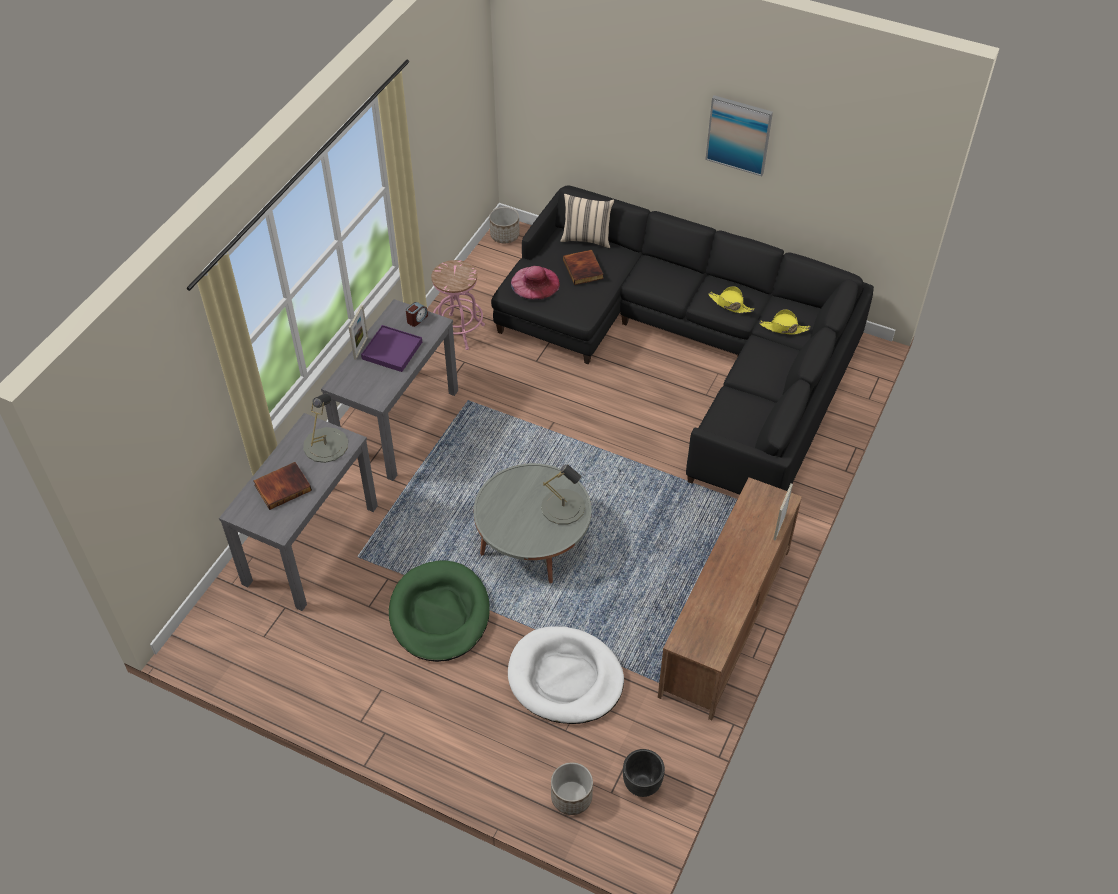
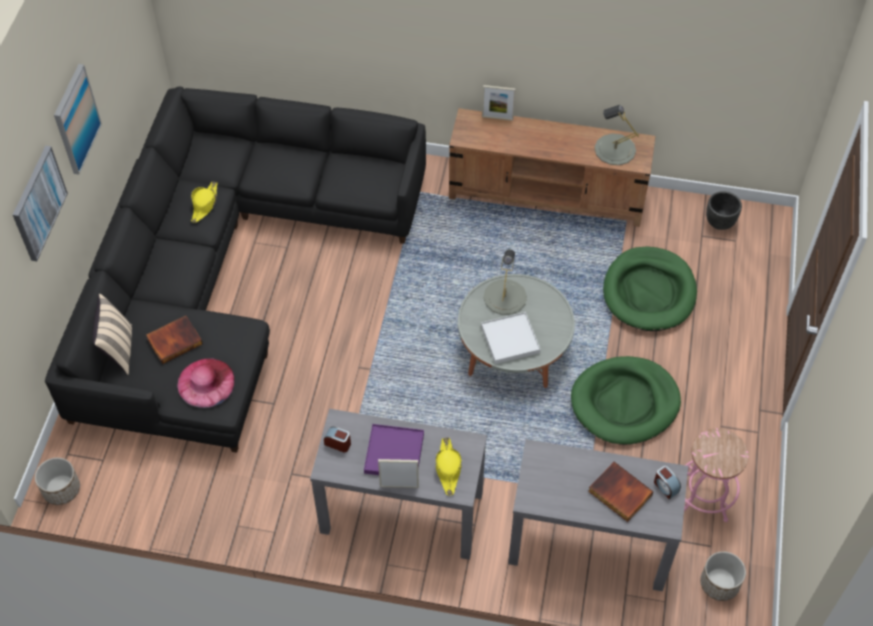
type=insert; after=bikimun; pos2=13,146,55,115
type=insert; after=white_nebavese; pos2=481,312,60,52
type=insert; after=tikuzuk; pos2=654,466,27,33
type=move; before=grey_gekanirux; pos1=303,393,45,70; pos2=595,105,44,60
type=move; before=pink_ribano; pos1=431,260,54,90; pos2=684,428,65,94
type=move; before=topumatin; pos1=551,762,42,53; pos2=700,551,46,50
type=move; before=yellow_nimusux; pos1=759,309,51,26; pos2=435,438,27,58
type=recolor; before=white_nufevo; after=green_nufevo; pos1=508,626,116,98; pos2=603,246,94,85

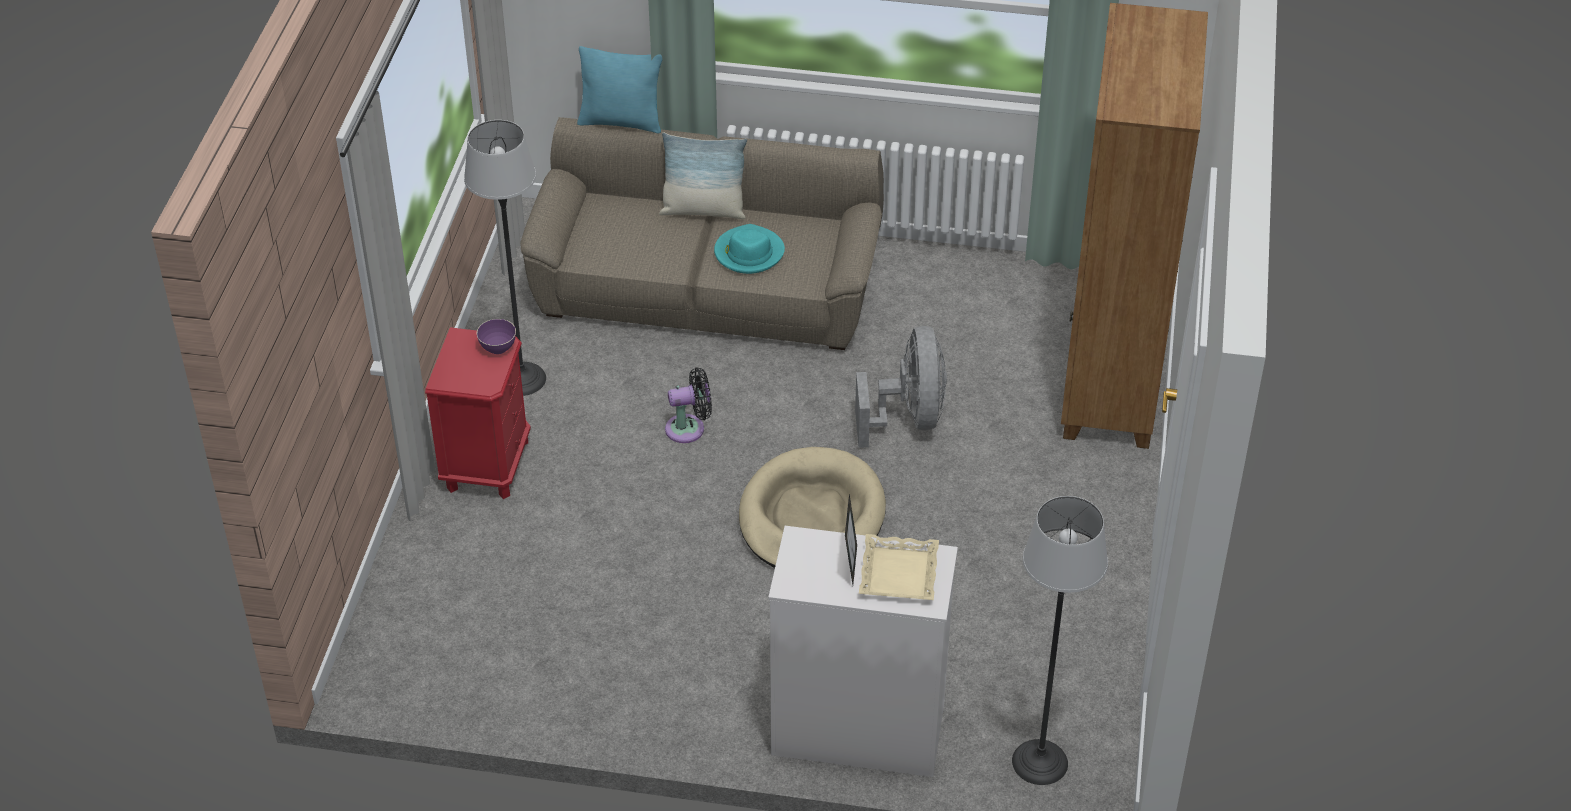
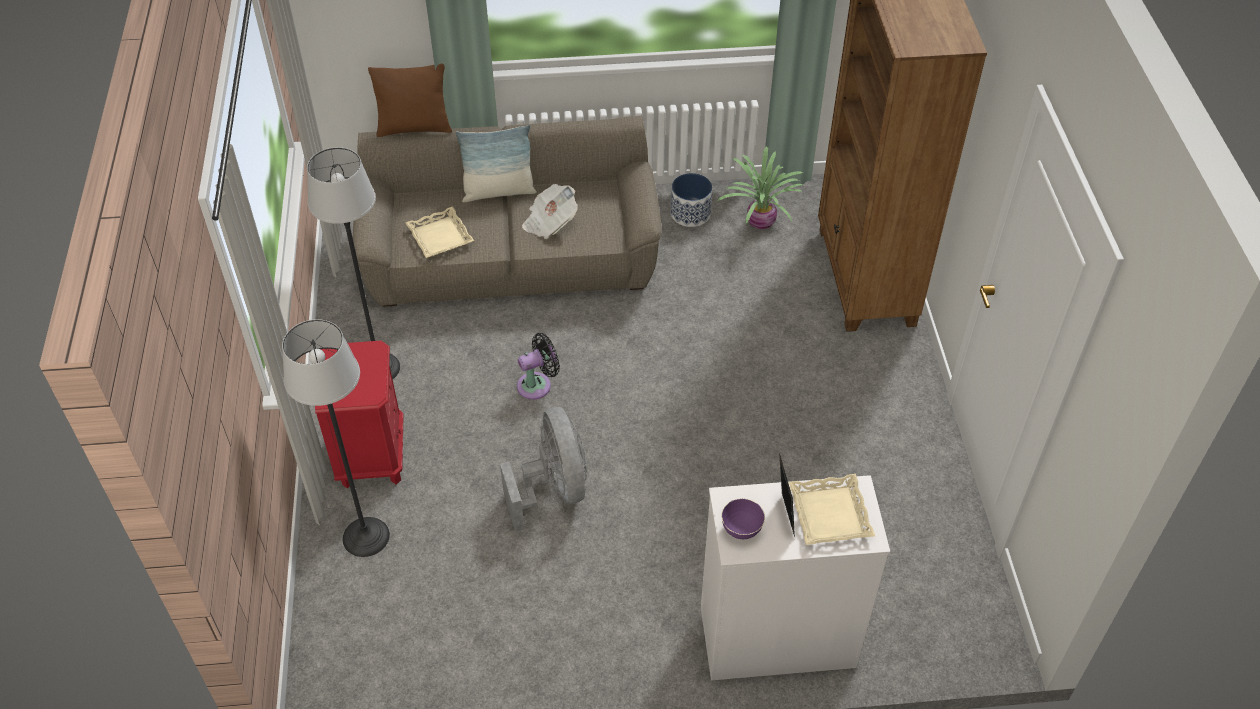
type=delete; before=beige_nufevo; pos1=739,447,147,121
type=insert; after=beige_nebavese; pos2=405,206,69,52
type=insert; after=topumatin; pos2=671,173,41,54
type=insert; after=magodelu; pos2=716,146,87,83
type=move; before=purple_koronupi; pos1=477,319,39,35; pos2=721,498,44,41
type=move; before=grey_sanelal; pos1=855,326,92,122; pos2=500,407,87,125
type=move; before=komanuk; pos1=1012,496,96,289; pos2=282,319,108,238
type=replace; before=turquoise_nimusux; after=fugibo; pos1=714,224,71,50; pos2=522,184,56,55
type=recolor; before=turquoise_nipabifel; after=brown_nipabifel; pos1=577,46,85,88; pos2=368,63,84,74

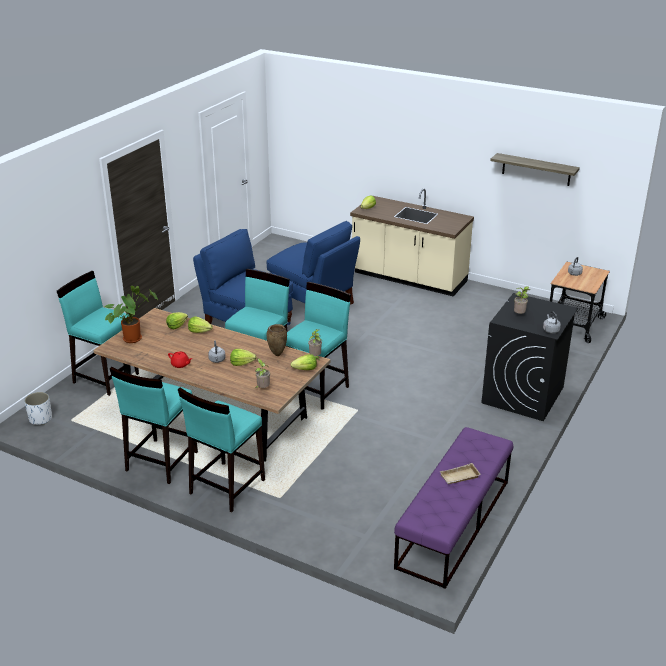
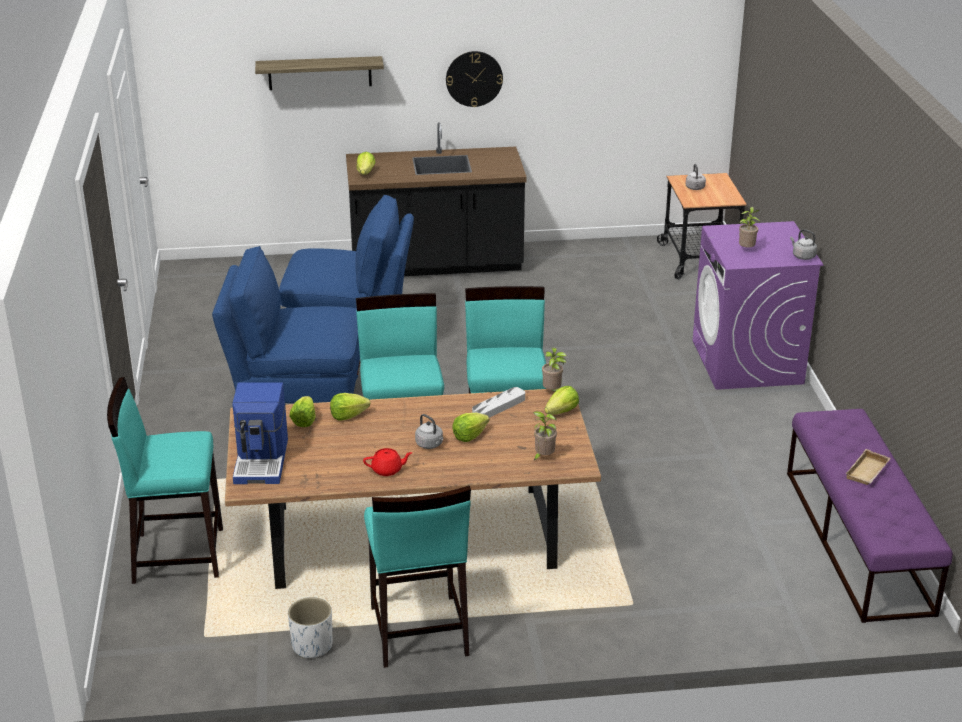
type=delete; before=turquoise_ribano; pos1=178,388,87,124
type=insert; after=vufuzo; pos2=446,51,57,56
type=move; before=white_topumatin; pos1=24,392,28,33; pos2=288,597,44,62
type=move; before=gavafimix; pos1=490,153,90,33; pos2=255,56,129,34
type=replace; before=magodelu; after=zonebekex; pos1=104,286,54,57; pos2=232,382,56,102
type=replace; before=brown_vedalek; after=grey_nebavese; pos1=267,324,20,32; pos2=472,387,53,31
type=recolor; before=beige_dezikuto; after=black_dezikuto; pos1=350,189,124,107; pos2=346,122,181,154
type=recolor; before=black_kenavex; after=purple_kenavex; pos1=481,293,97,128; pos2=692,221,132,169

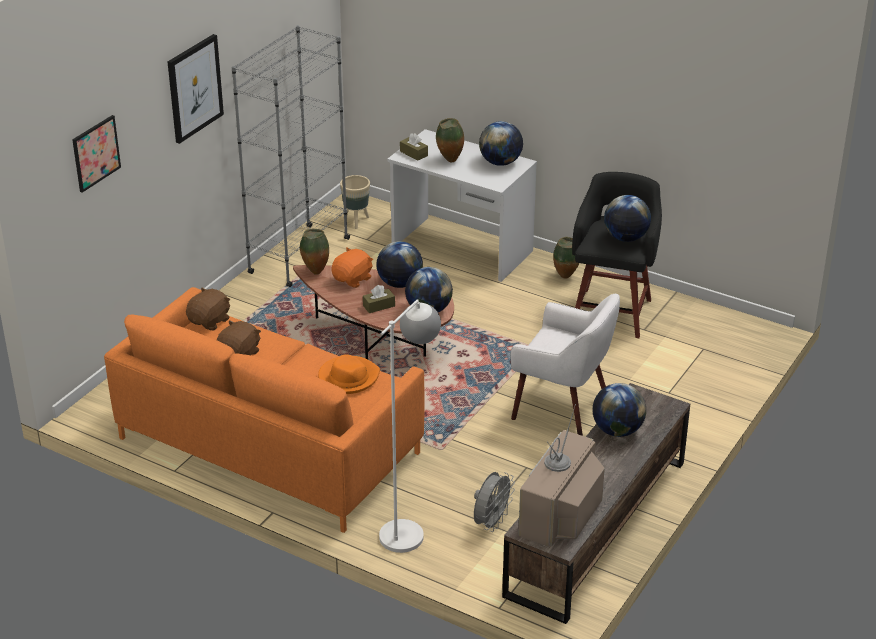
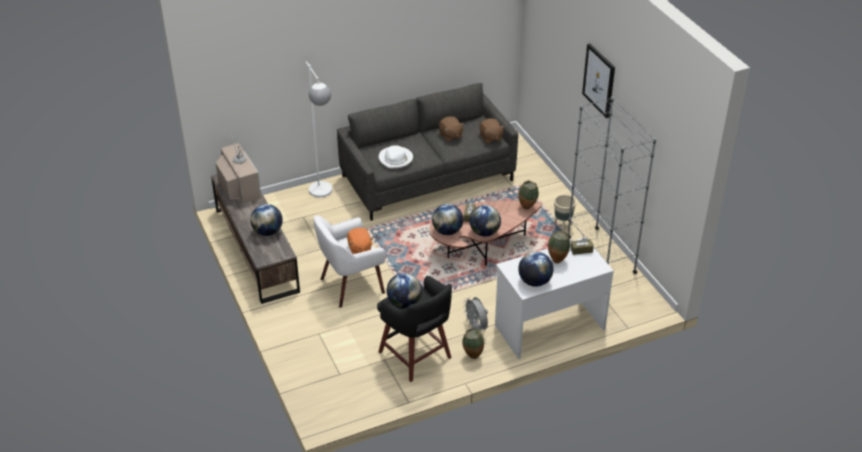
type=delete; before=bikimun; pos1=72,115,49,78
type=move; before=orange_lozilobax; pos1=331,248,42,40; pos2=347,228,26,26
type=move; before=beige_topumatin; pos1=340,175,30,54; pos2=553,195,23,36
type=move; before=grey_sanelal; pos1=474,472,41,60; pos2=463,297,25,34
type=recolor; before=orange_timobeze; after=grey_timobeze; pos1=104,287,320,246; pos2=337,83,181,138
type=recolor; before=orange_nimusux; after=white_nimusux; pos1=318,354,62,40; pos2=379,145,34,24

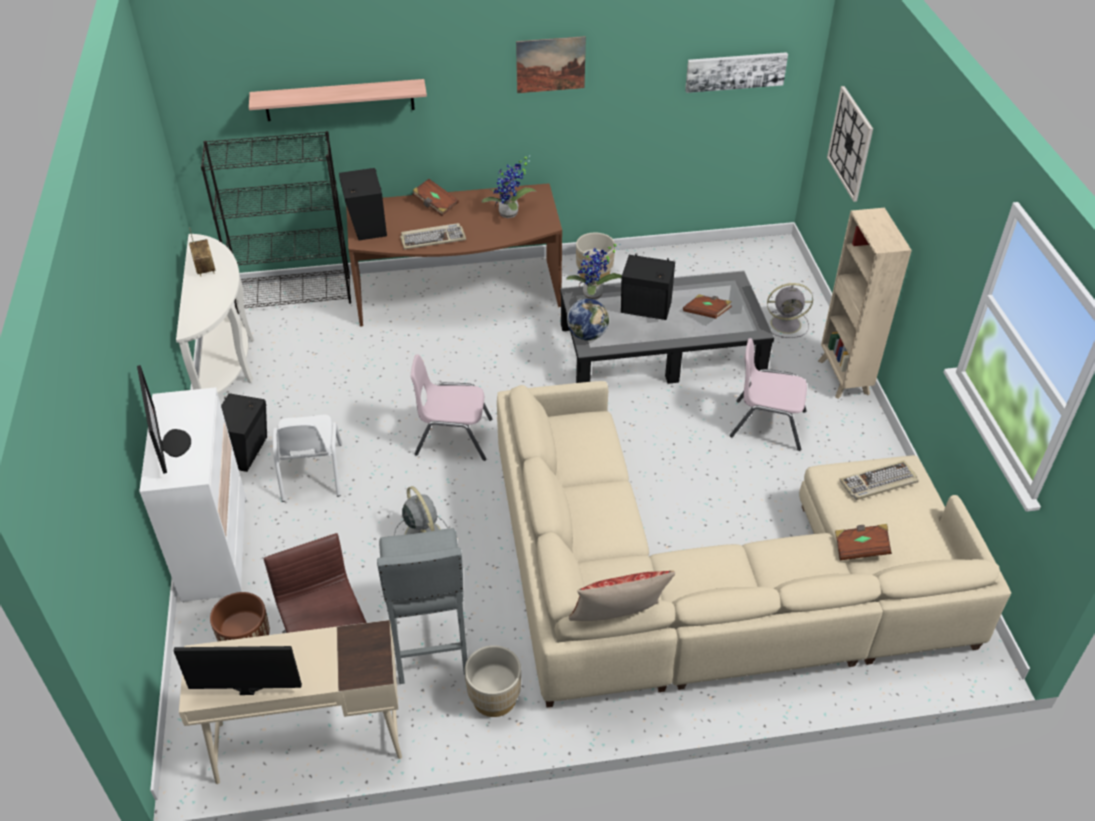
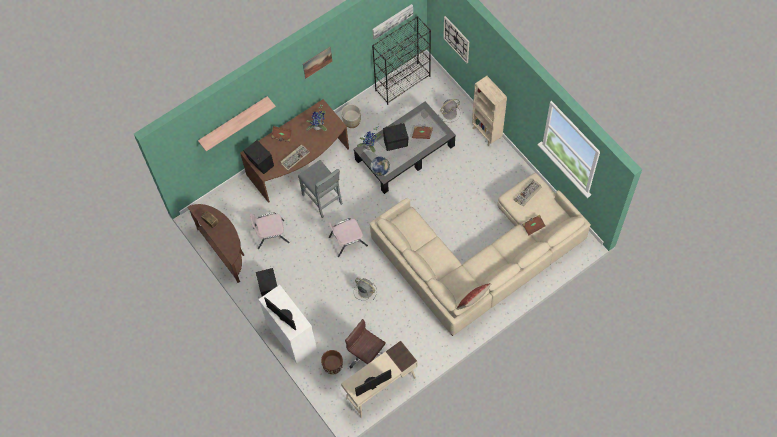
type=delete; before=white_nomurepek; pos1=273,415,69,87
type=delete; before=beige_topumatin; pos1=465,645,56,72
type=move; before=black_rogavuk; pos1=201,131,150,183; pos2=372,16,59,89
type=move; before=grey_ribano; pos1=377,528,91,156; pos2=298,160,45,58
type=move; before=pink_nomurepek; pos1=730,338,77,113; pos2=250,213,39,36
type=recolor; before=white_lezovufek; after=brown_lezovufek; pos1=176,234,78,160; pos2=188,204,56,79

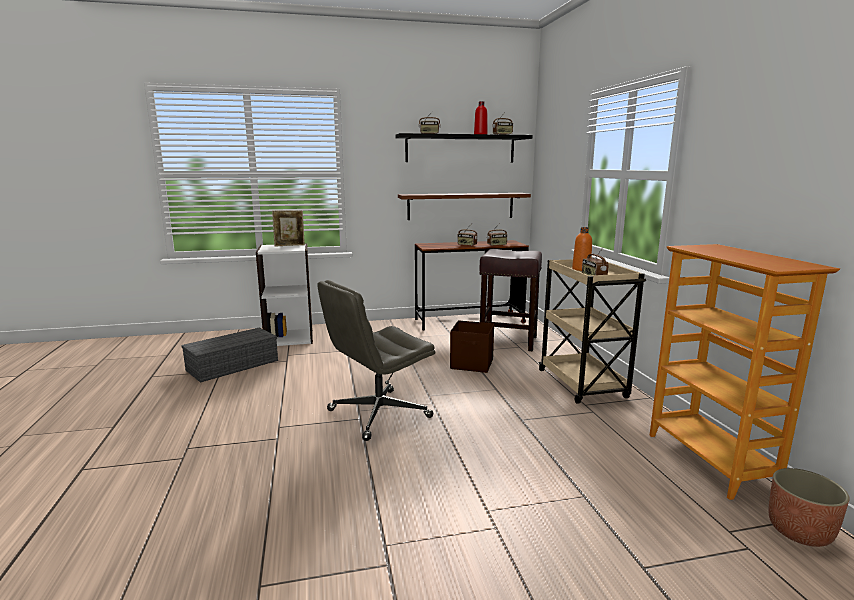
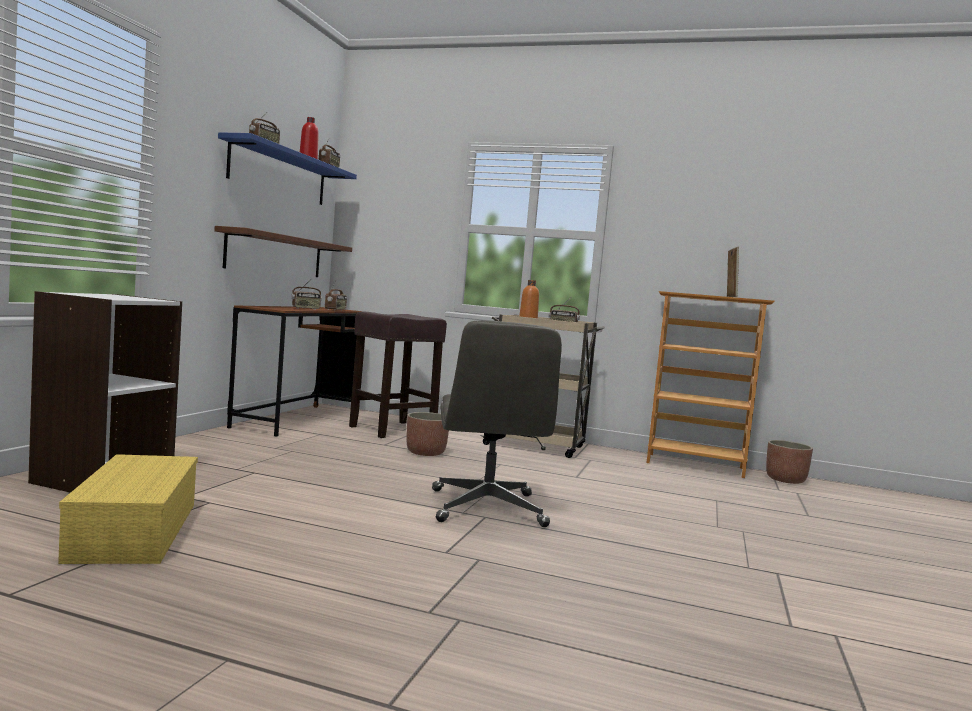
type=move; before=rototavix; pos1=272,210,33,37; pos2=727,247,12,50
type=replace; before=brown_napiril; after=topumatin; pos1=450,320,44,53; pos2=407,412,42,44
type=recolor; before=grey_napiril; after=yellow_napiril; pos1=181,328,97,55; pos2=58,454,140,110
type=recolor; before=black_gavafimix; after=blue_gavafimix; pos1=395,133,137,29; pos2=218,132,139,73

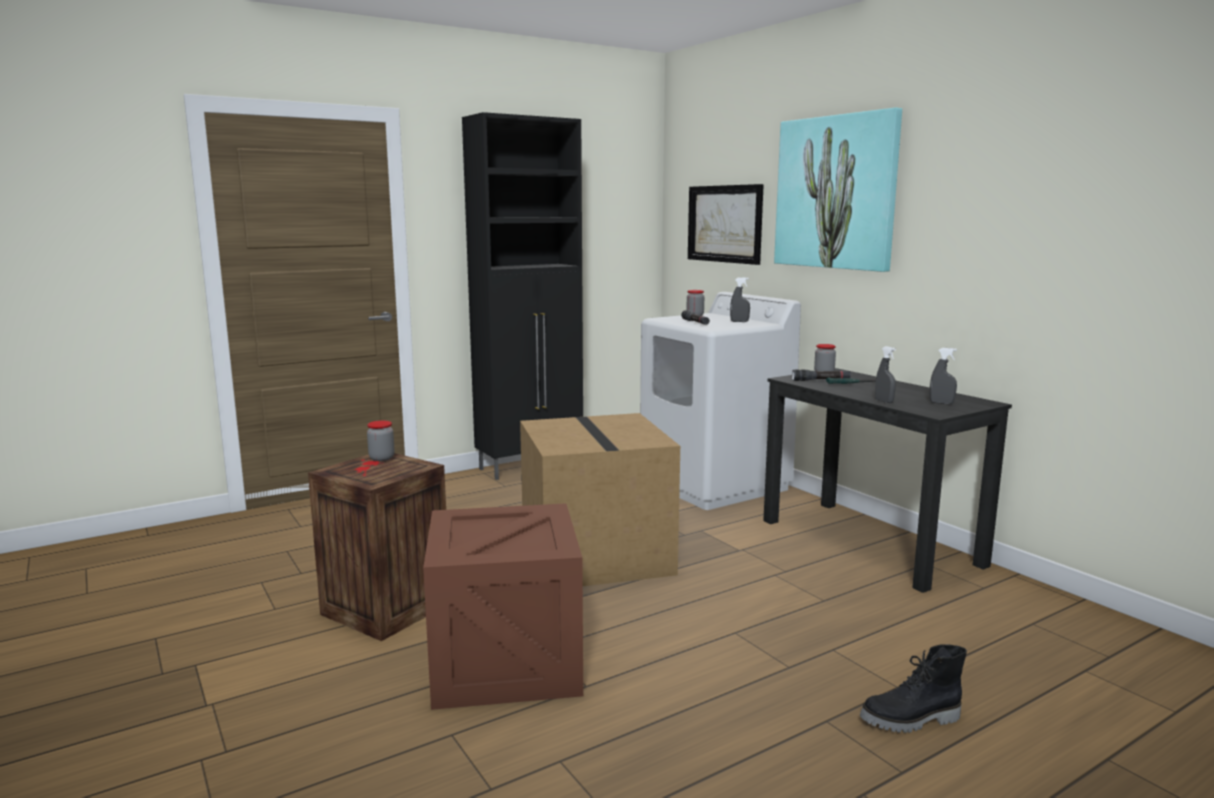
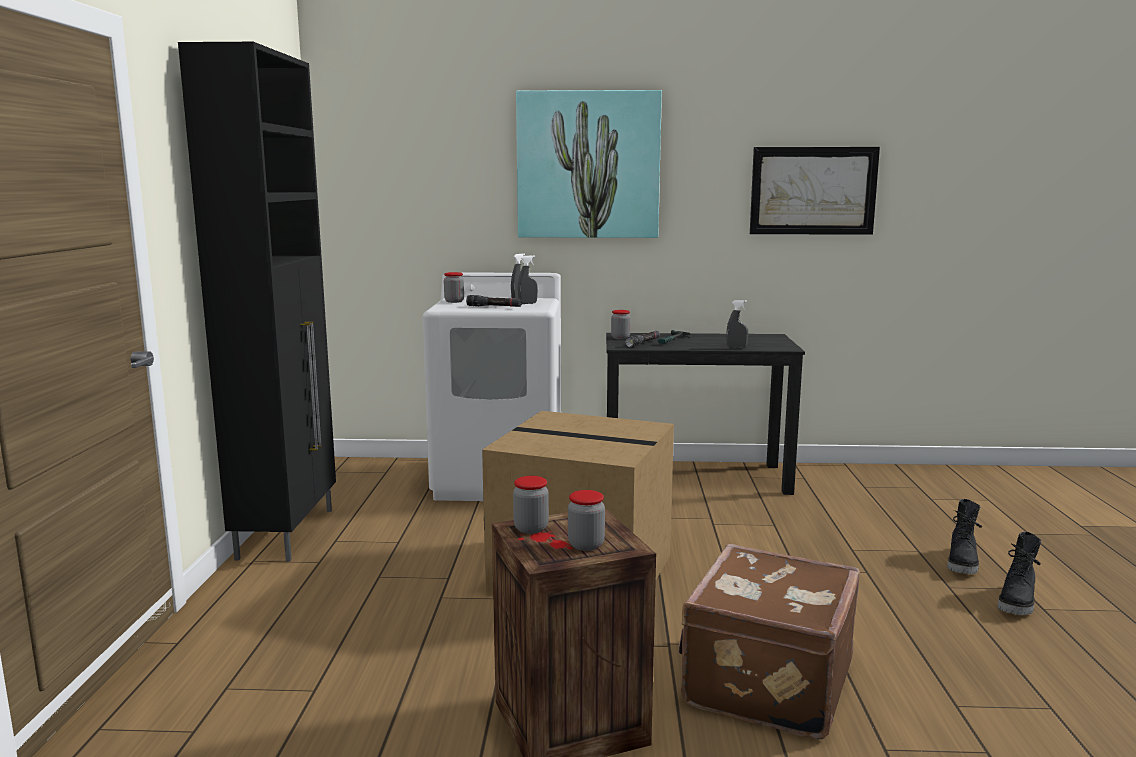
type=insert; after=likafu; pos2=568,490,37,61
type=insert; after=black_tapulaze; pos2=998,532,43,83
type=move; before=bikimun; pos1=688,184,76,81; pos2=750,147,130,88
type=move; before=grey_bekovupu; pos1=929,348,28,56; pos2=518,255,20,49
type=replace; before=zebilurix; after=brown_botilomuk; pos1=423,503,160,207; pos2=679,544,181,196

